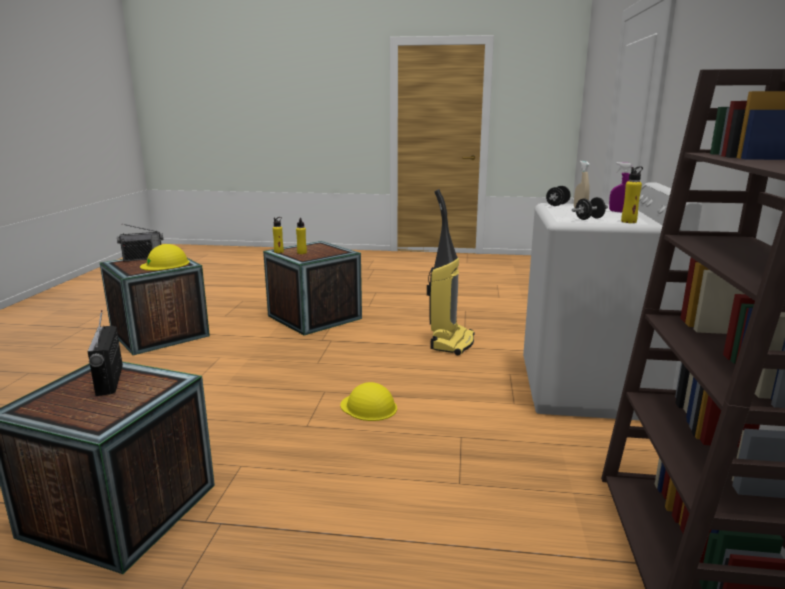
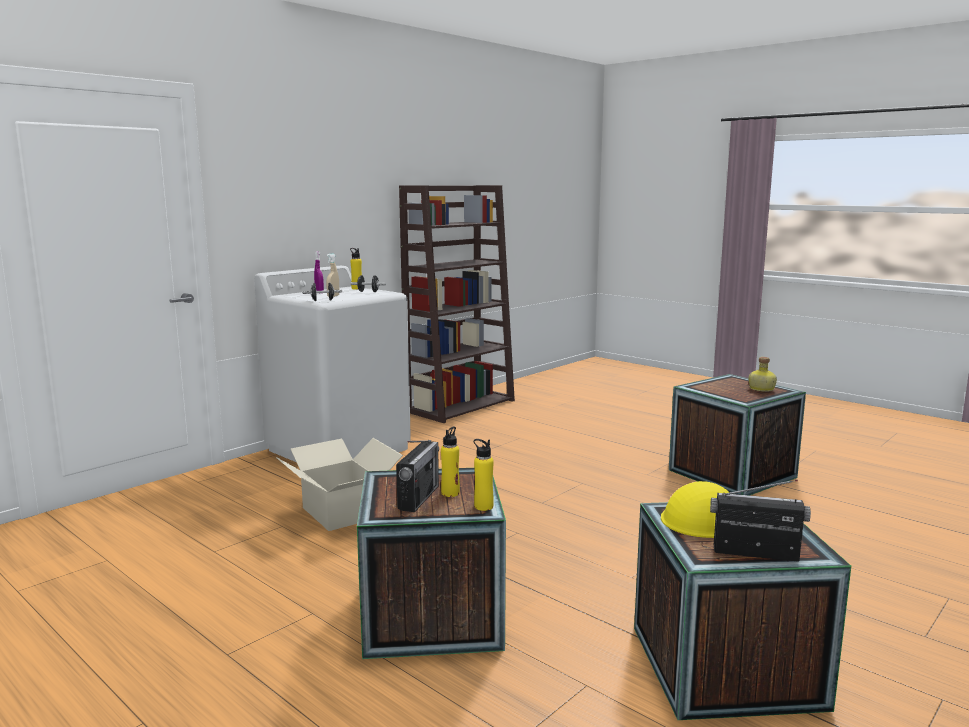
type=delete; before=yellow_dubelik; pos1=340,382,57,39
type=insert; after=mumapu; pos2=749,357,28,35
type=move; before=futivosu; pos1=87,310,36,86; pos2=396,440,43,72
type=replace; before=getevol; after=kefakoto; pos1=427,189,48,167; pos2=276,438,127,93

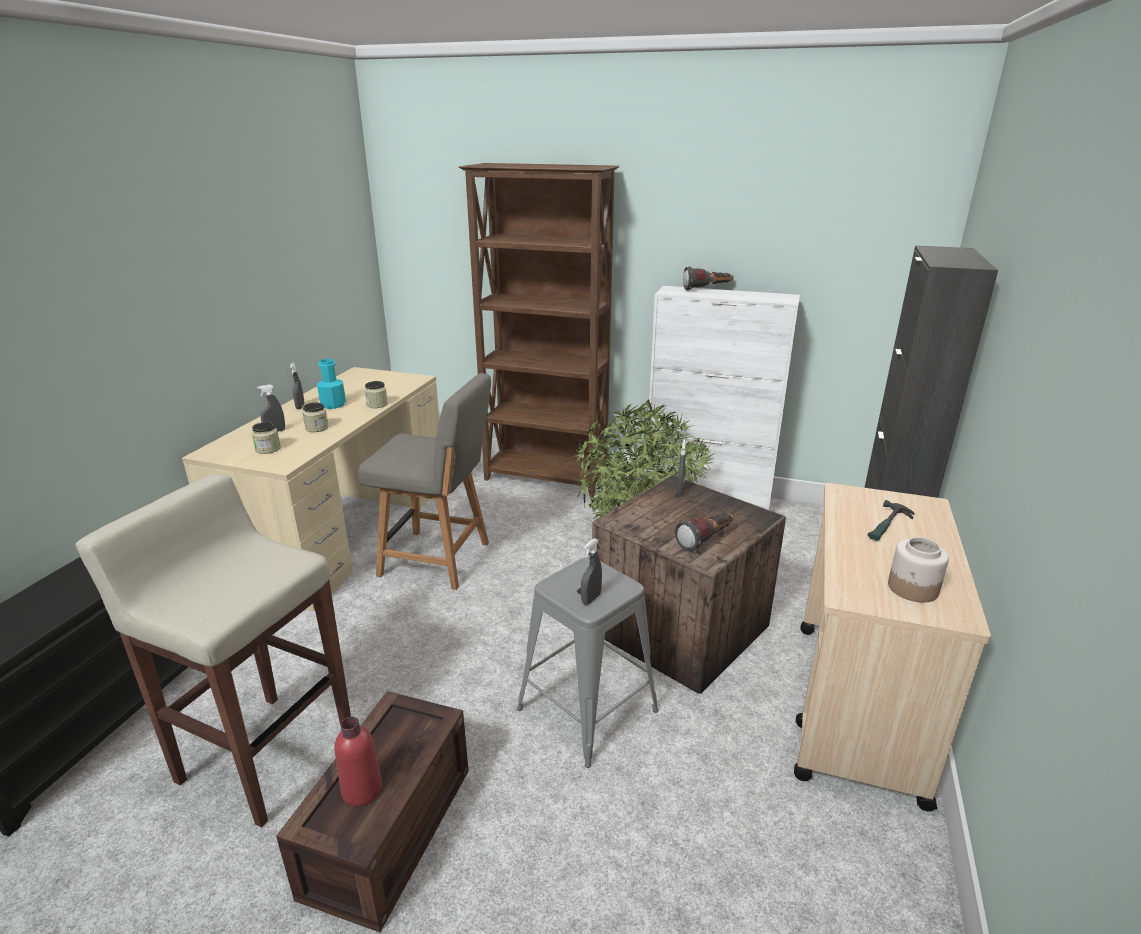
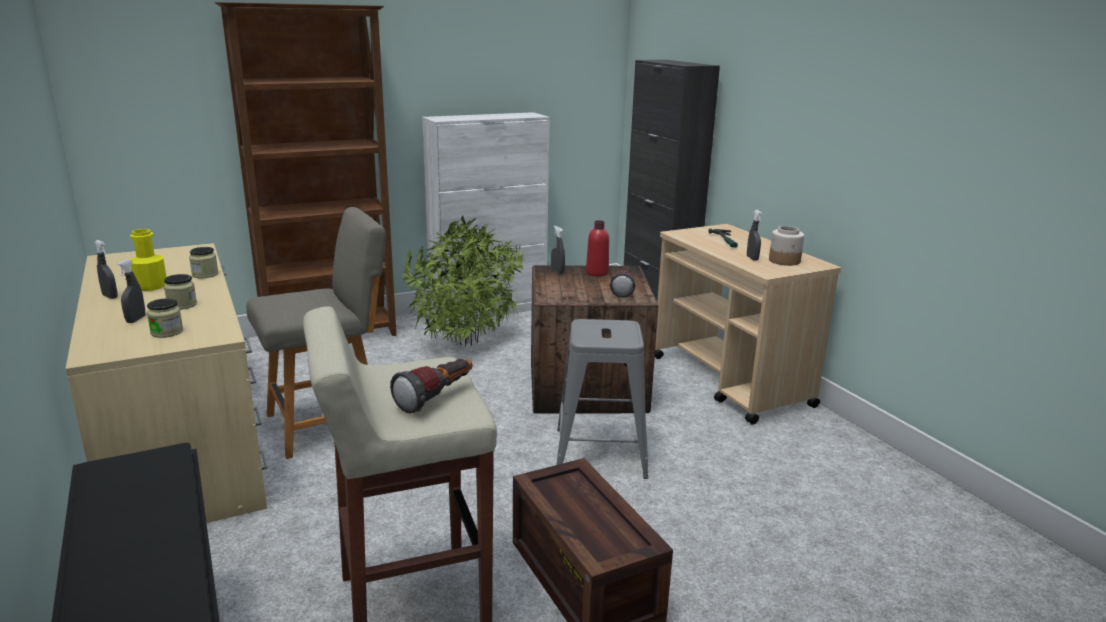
type=move; before=red_mumapu; pos1=335,717,47,90; pos2=586,220,23,56
type=move; before=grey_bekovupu; pos1=581,538,21,67; pos2=747,210,15,51
type=move; before=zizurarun; pos1=683,267,50,24; pos2=390,359,82,55
type=recolor; before=turquoise_mumapu; after=yellow_mumapu; pos1=317,359,29,50; pos2=130,229,37,62

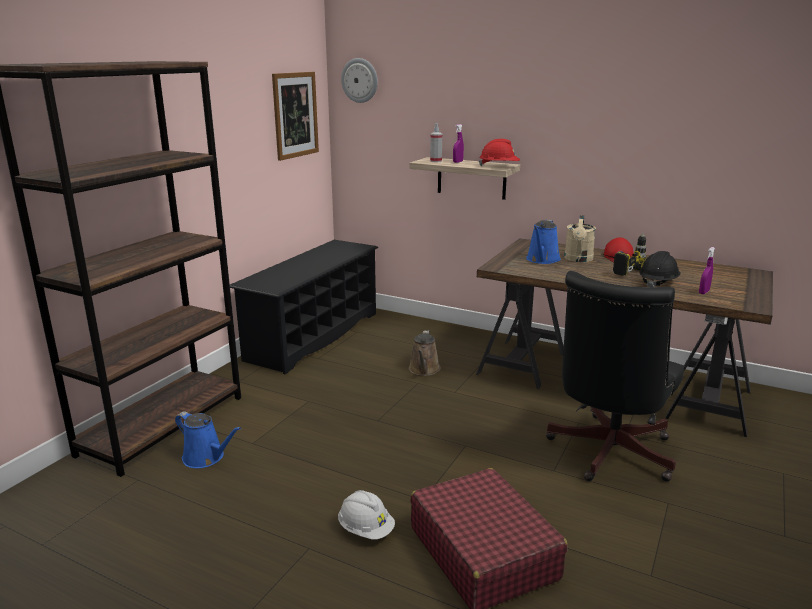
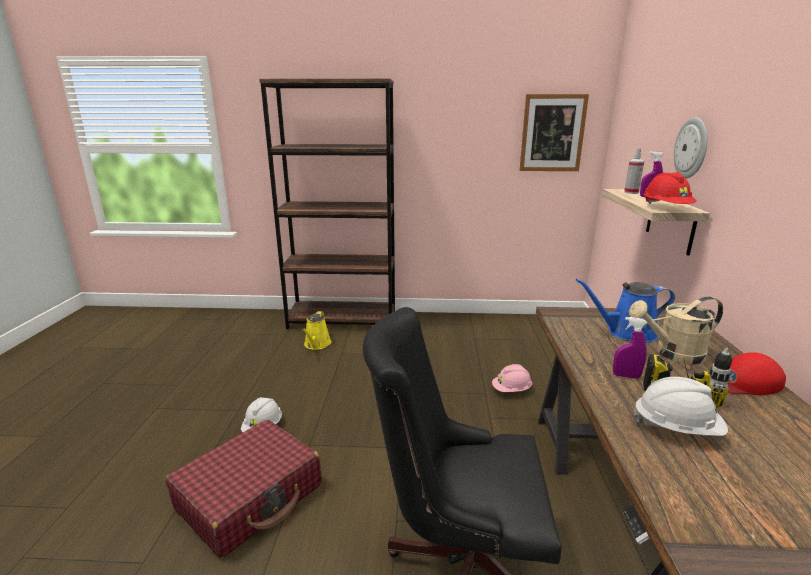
type=delete; before=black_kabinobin; pos1=230,240,148,134
type=move; before=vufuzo; pos1=341,58,37,45; pos2=674,117,34,61
type=move; before=purple_bekovupu; pos1=699,247,16,47; pos2=613,317,34,62
type=replace; before=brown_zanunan; after=pink_dubelik; pos1=409,331,32,45; pos2=492,364,40,28
type=recolor; before=blue_zanunan; after=yellow_zanunan; pos1=175,412,66,56; pos2=302,311,30,39
type=recolor; before=black_dubelik; after=white_dubelik; pos1=639,251,42,36; pos2=633,377,95,59

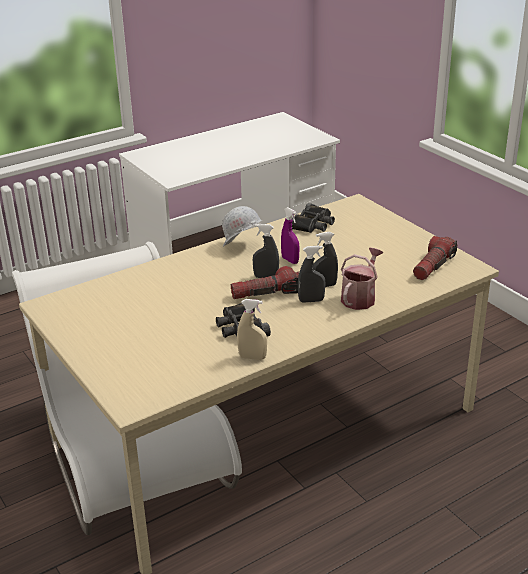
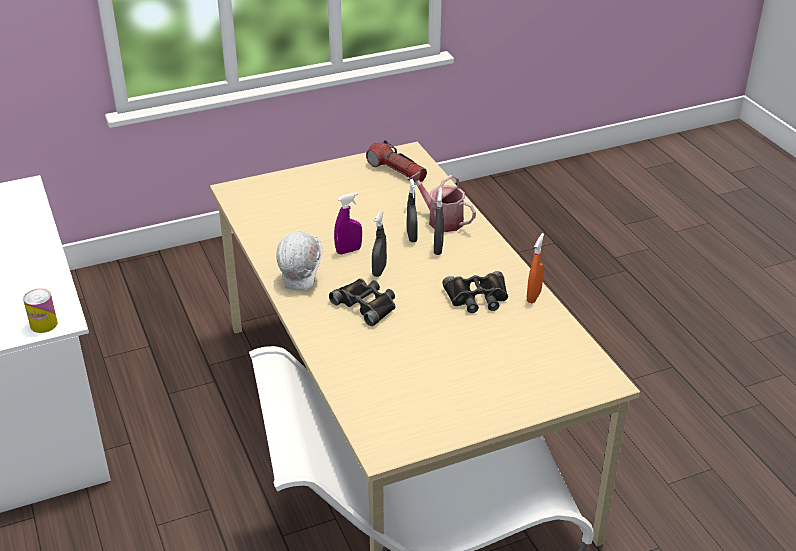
type=delete; before=zizurarun; pos1=231,266,68,33
type=insert; after=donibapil; pos2=23,288,35,45
type=move; before=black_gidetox; pos1=292,203,43,30; pos2=329,278,66,48
type=recolor; before=beige_bekovupu; after=orange_bekovupu; pos1=237,299,30,61; pos2=527,233,17,70

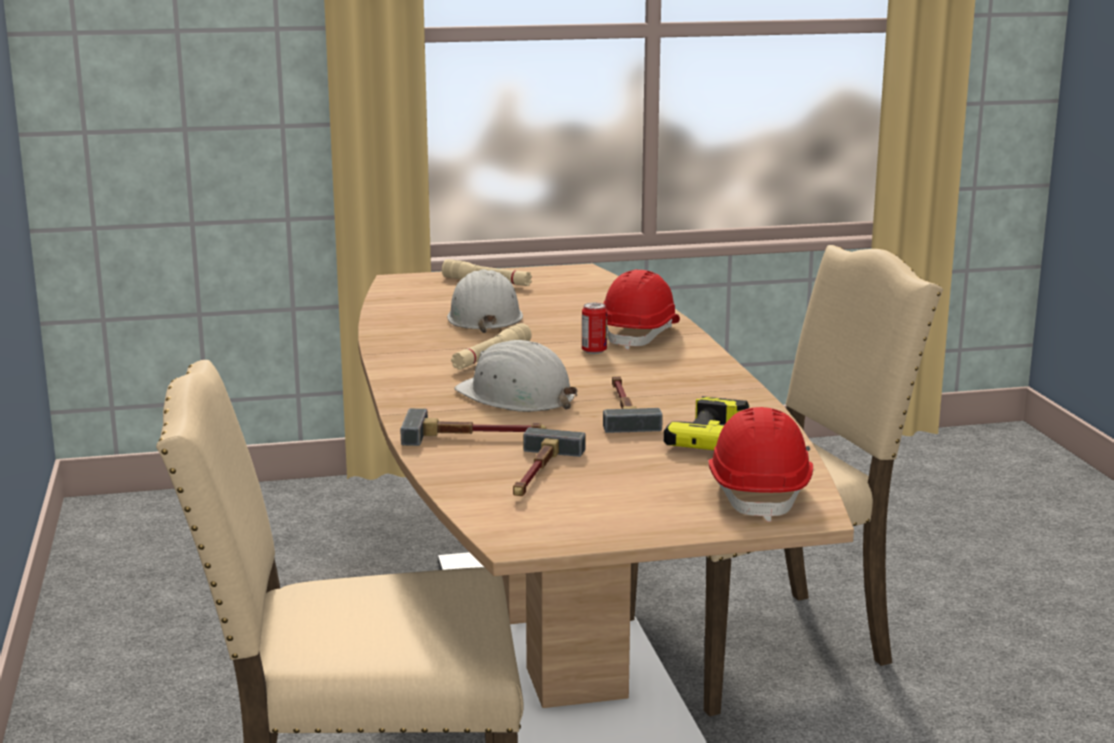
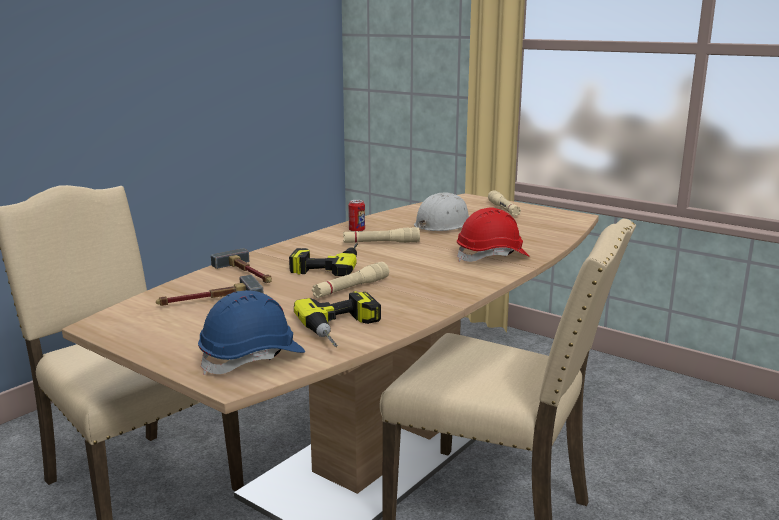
type=move; before=donibapil; pos1=582,303,25,51; pos2=348,200,17,32
type=replace; before=white_dubelik; after=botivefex; pos1=454,340,124,72; pos2=289,243,69,33
type=replace; before=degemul; after=beige_zizurarun; pos1=603,376,60,57; pos2=312,262,77,36
type=recolor; before=red_dubelik; after=blue_dubelik; pos1=708,407,105,115; pos2=198,290,107,85

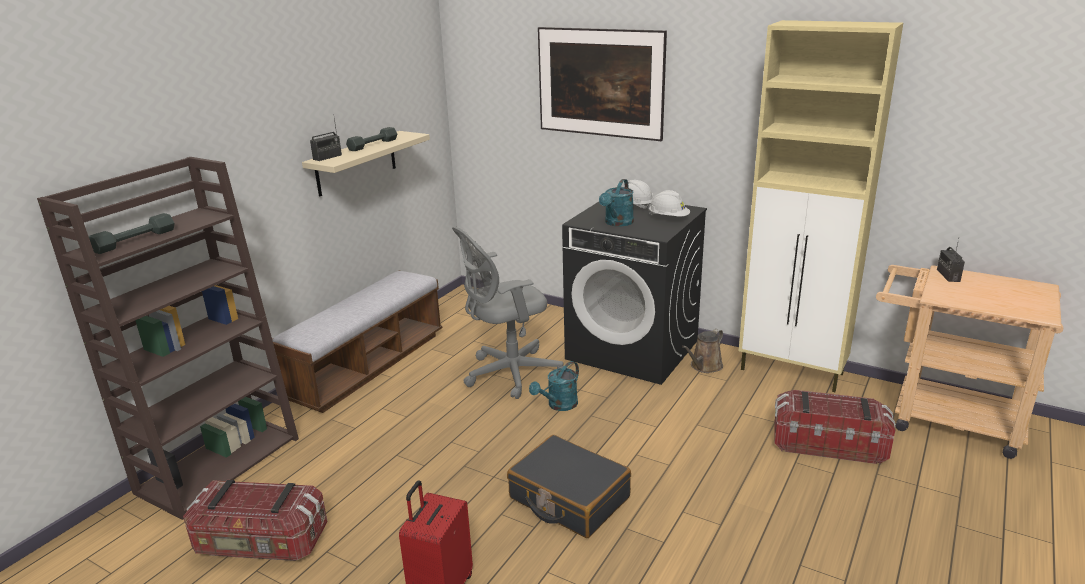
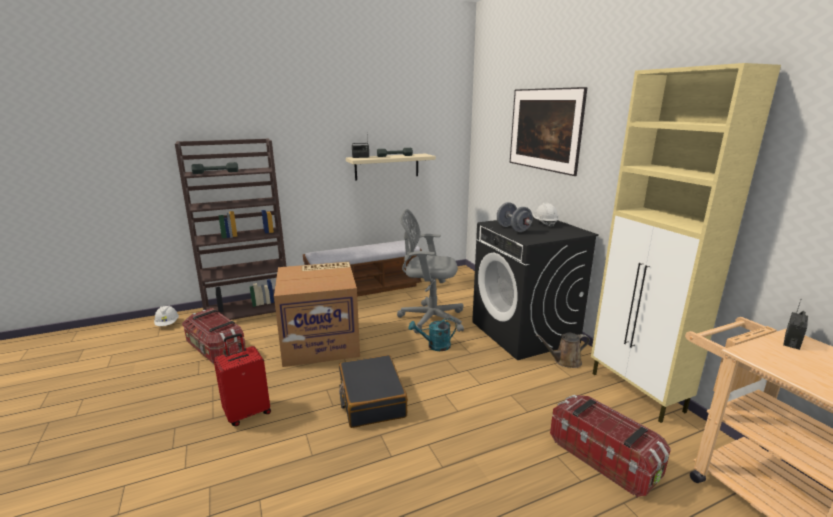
type=insert; after=kefakoto; pos2=274,262,86,105
type=move; before=white_dubelik; pos1=649,190,41,27; pos2=154,305,25,21
type=replace; before=turquoise_zanunan; after=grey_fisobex; pos1=599,179,35,47; pos2=497,202,36,30

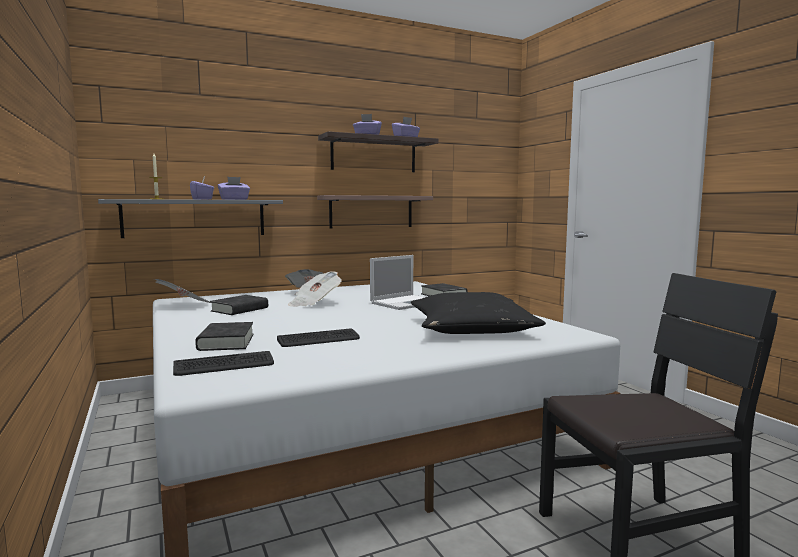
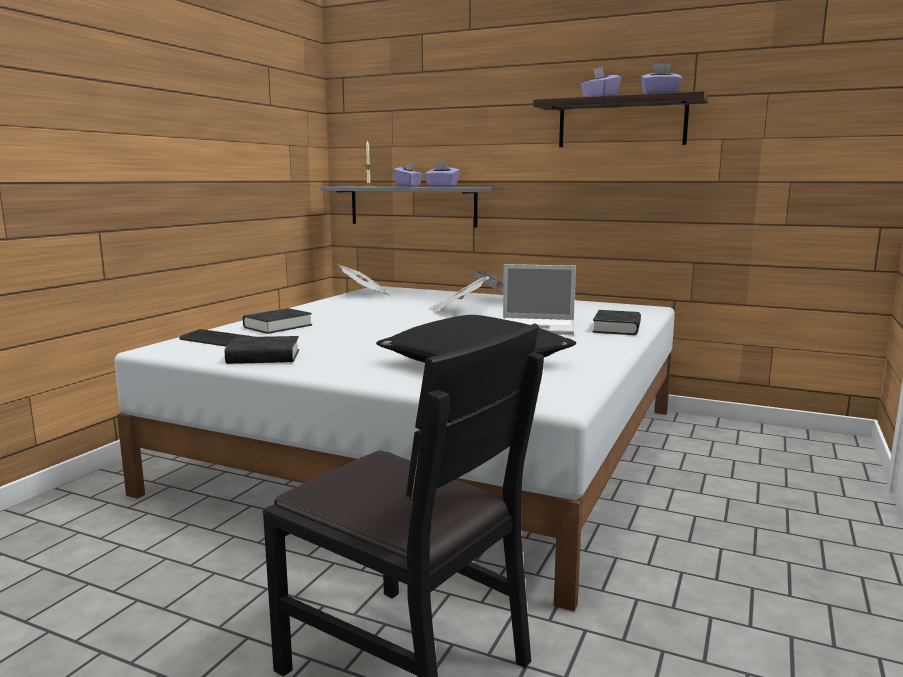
type=delete; before=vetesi; pos1=277,329,83,18
type=delete; before=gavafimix; pos1=317,195,116,33
type=move; before=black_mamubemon; pos1=210,295,58,20; pos2=225,336,74,28

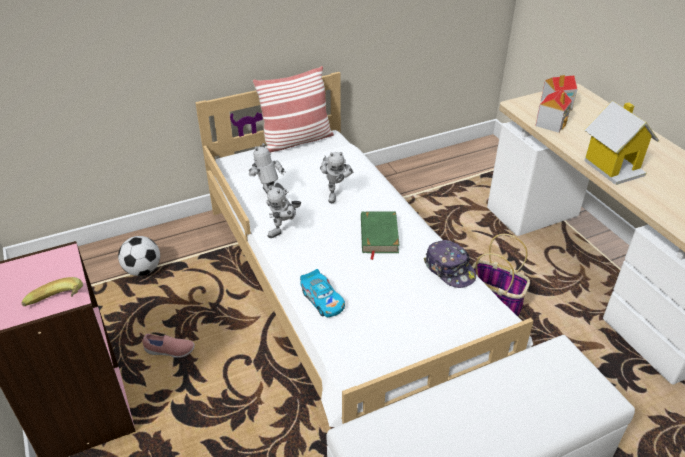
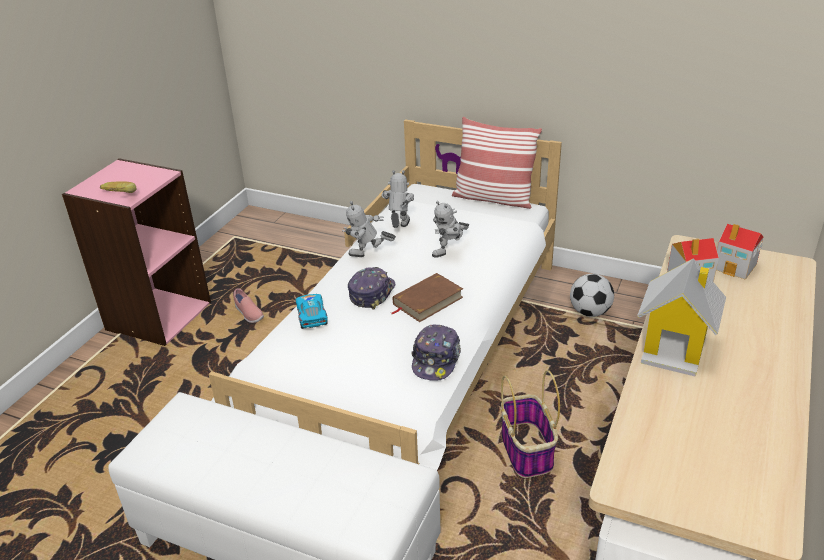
type=insert; after=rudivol; pos2=348,267,47,43
type=move; before=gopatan; pos1=118,236,42,40; pos2=570,274,44,43
type=recolor; before=green_mamubemon; after=brown_mamubemon; pos1=361,211,39,49; pos2=392,273,71,49
type=rotate; before=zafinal; pos1=300,269,45,48; pos2=296,294,32,35; turn=150

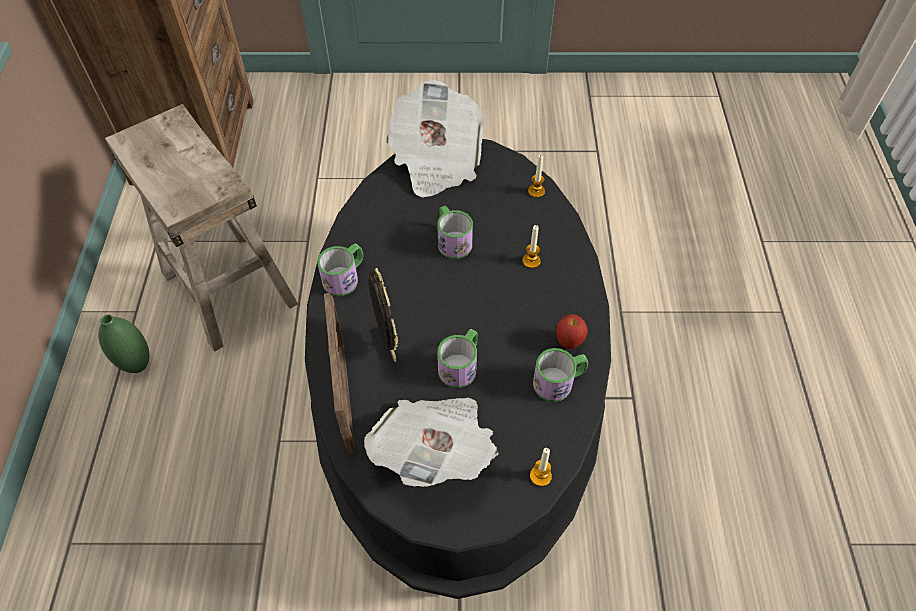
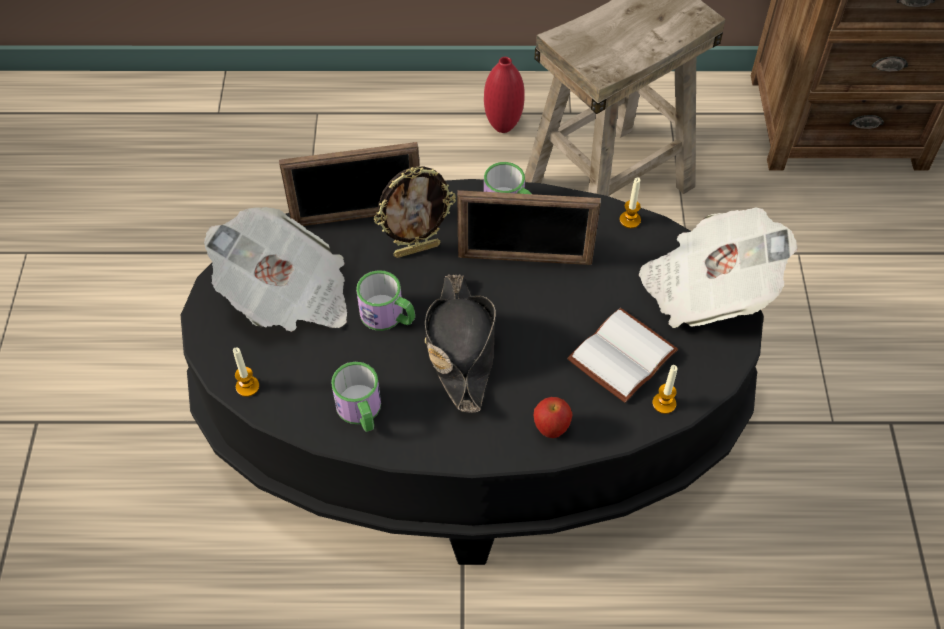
type=delete; before=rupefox; pos1=438,206,35,53
type=insert; after=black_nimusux; pos2=425,274,70,139
type=insert; after=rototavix; pos2=457,190,144,75
type=insert; after=white_mamubemon; pos2=567,308,111,95
type=move; before=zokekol; pos1=522,225,19,43; pos2=620,177,21,51
type=move; before=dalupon; pos1=556,314,32,35; pos2=534,397,38,41
type=recolor; before=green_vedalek; after=red_vedalek; pos1=98,315,51,58; pos2=484,57,41,76

